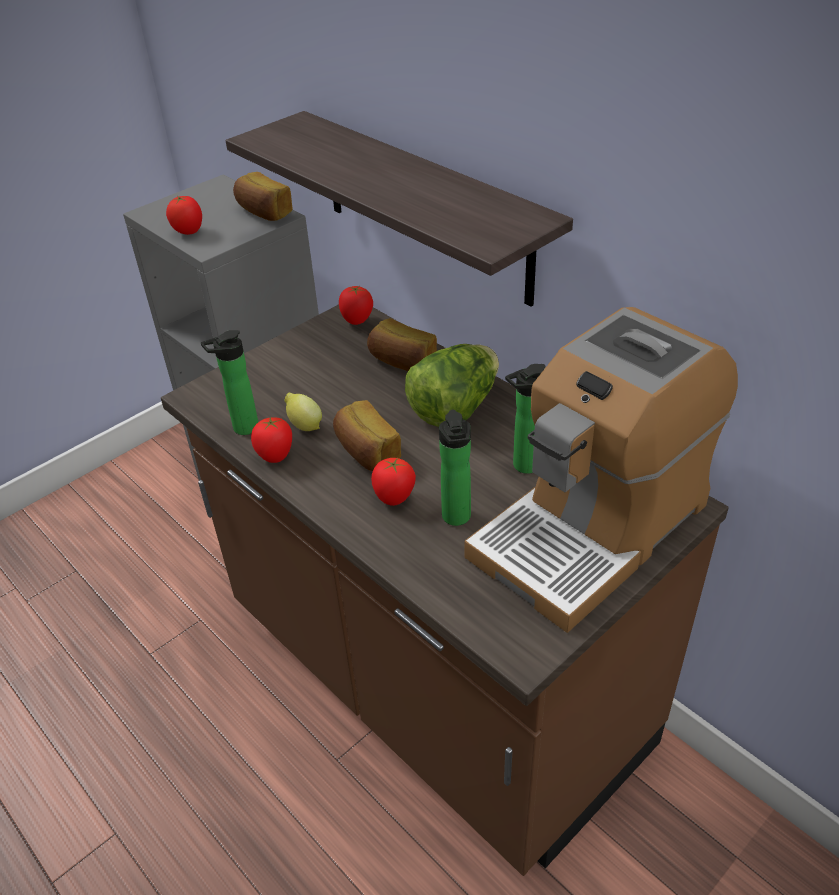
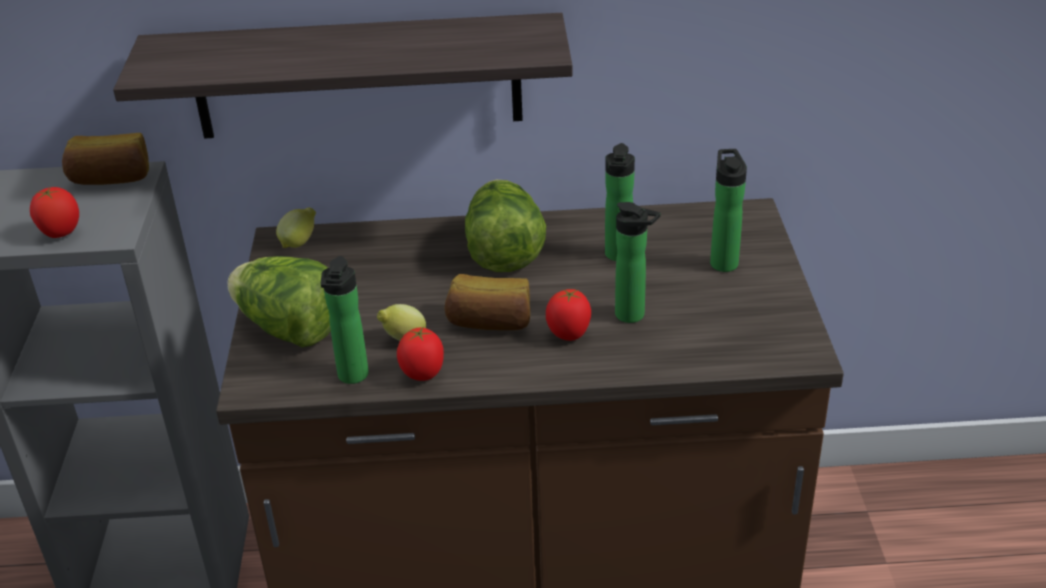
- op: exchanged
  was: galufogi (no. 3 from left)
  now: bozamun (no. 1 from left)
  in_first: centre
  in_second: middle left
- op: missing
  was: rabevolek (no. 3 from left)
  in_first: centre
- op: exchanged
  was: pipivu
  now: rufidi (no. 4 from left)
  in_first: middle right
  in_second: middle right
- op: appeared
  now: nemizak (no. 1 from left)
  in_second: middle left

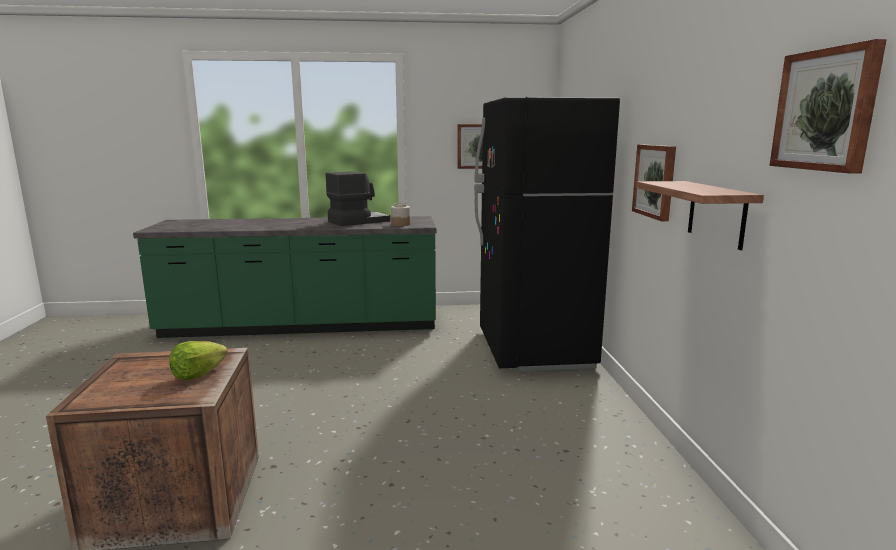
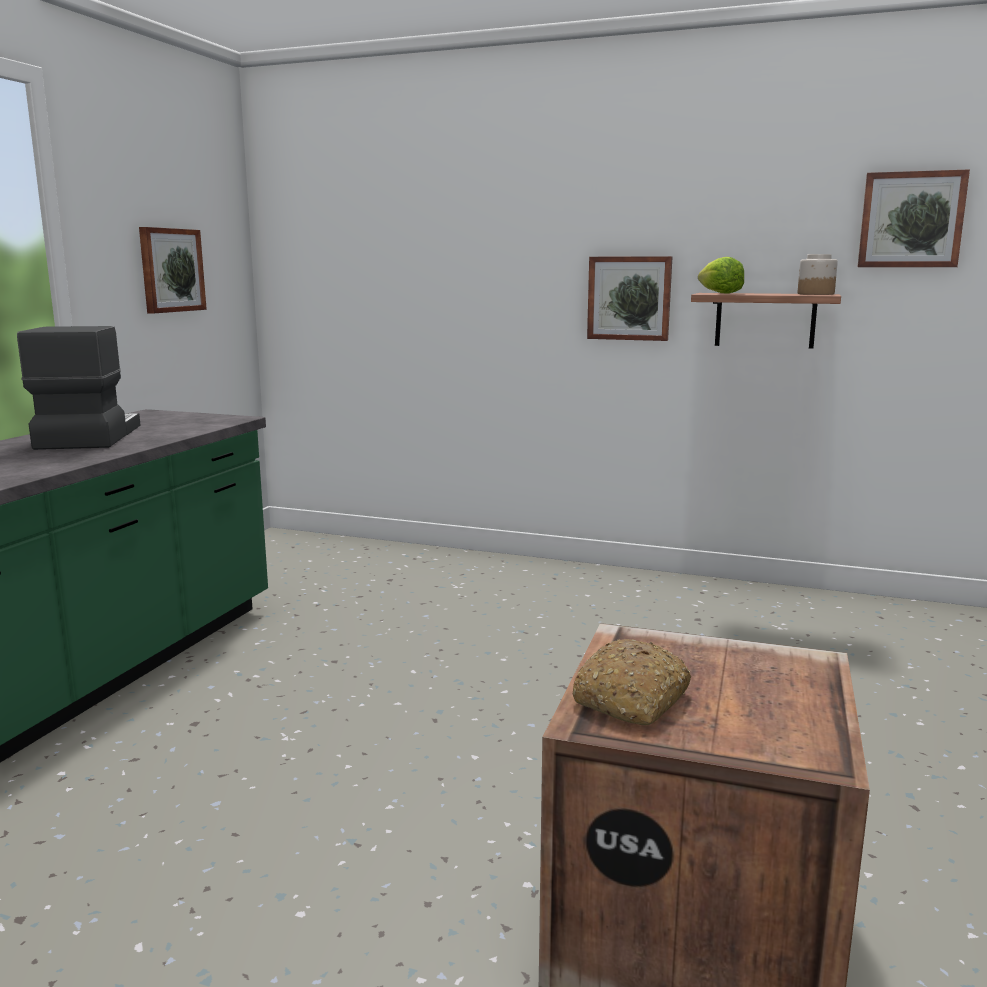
- op: relocated
  was: nemizak
  in_first: middle left
  in_second: top right
- op: relocated
  was: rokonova
  in_first: centre
  in_second: top right
- op: missing
  was: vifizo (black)
  in_first: centre
- op: appeared
  now: rabevolek
  in_second: bottom centre

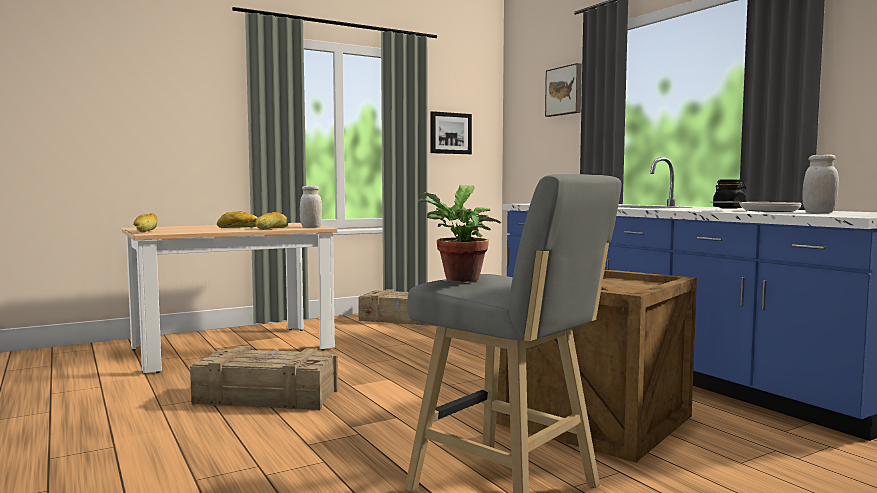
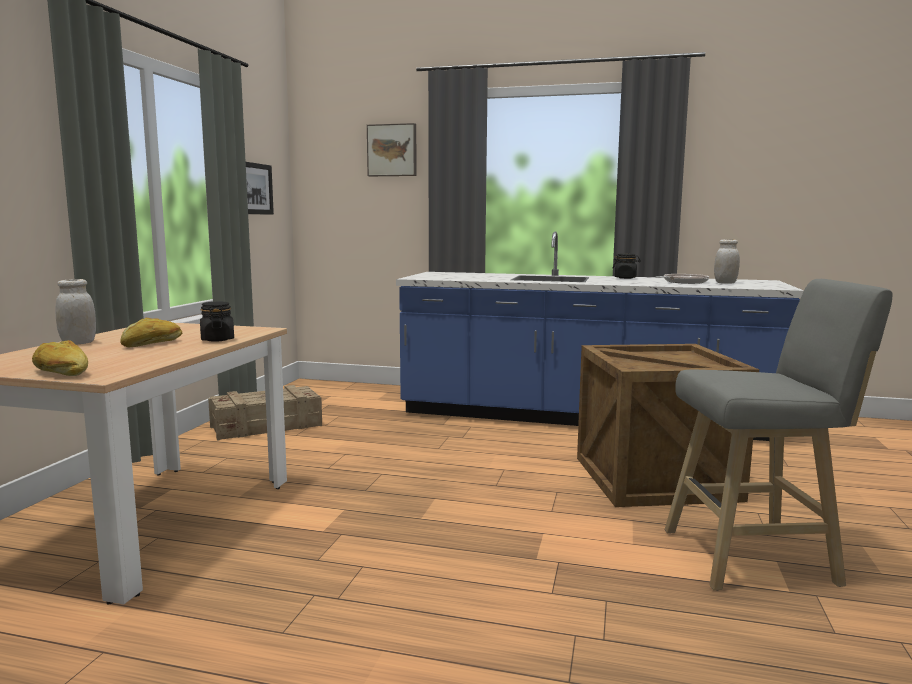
- op: missing
  was: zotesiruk (no. 1 from left)
  in_first: bottom left
- op: exchanged
  was: rabevolek (no. 3 from left)
  now: rokonova (black) (no. 1 from left)
  in_first: middle left
  in_second: middle left
- op: relocated
  was: rokonova (white) (no. 1 from left)
  in_first: centre
  in_second: middle left
- op: missing
  was: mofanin
  in_first: centre

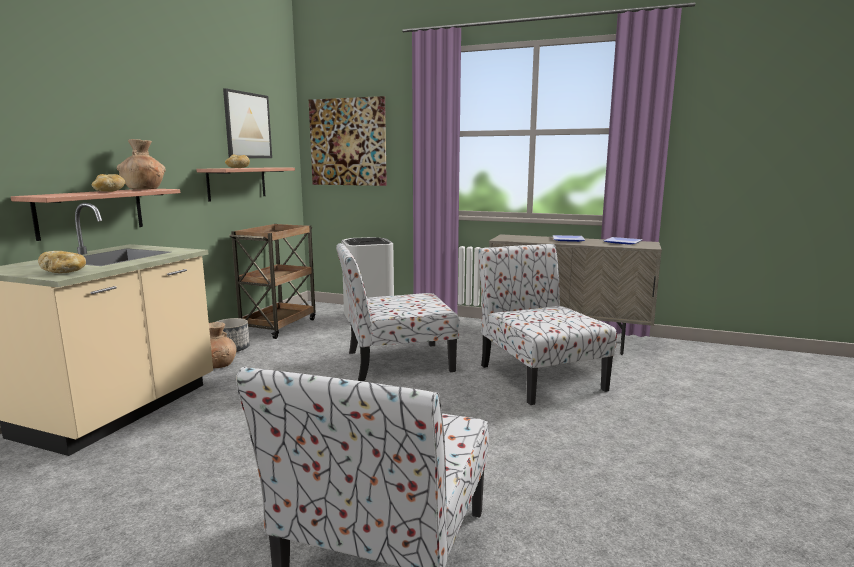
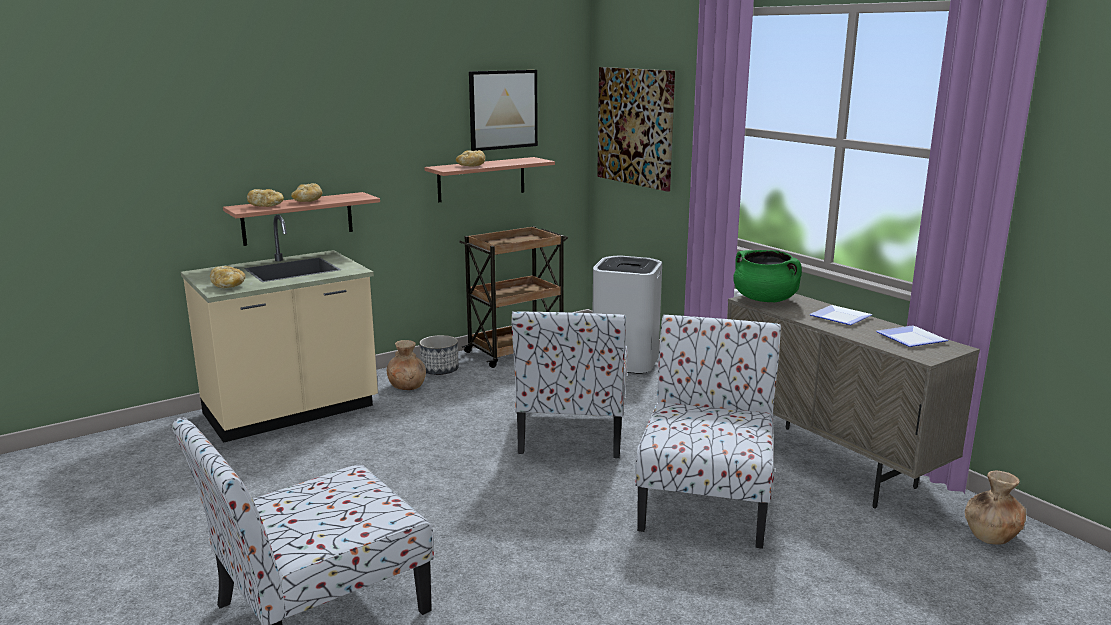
- op: relocated
  was: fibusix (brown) (no. 1 from left in the first image)
  now: fibusix (brown) (no. 2 from left)
  in_first: top left
  in_second: bottom right
- op: spun
  was: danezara (no. 2 from left)
  in_first: centre
  in_second: centre
  clockwise: -105
- op: appeared
  now: rabevolek (no. 2 from left)
  in_second: top left
- op: appeared
  now: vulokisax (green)
  in_second: middle right

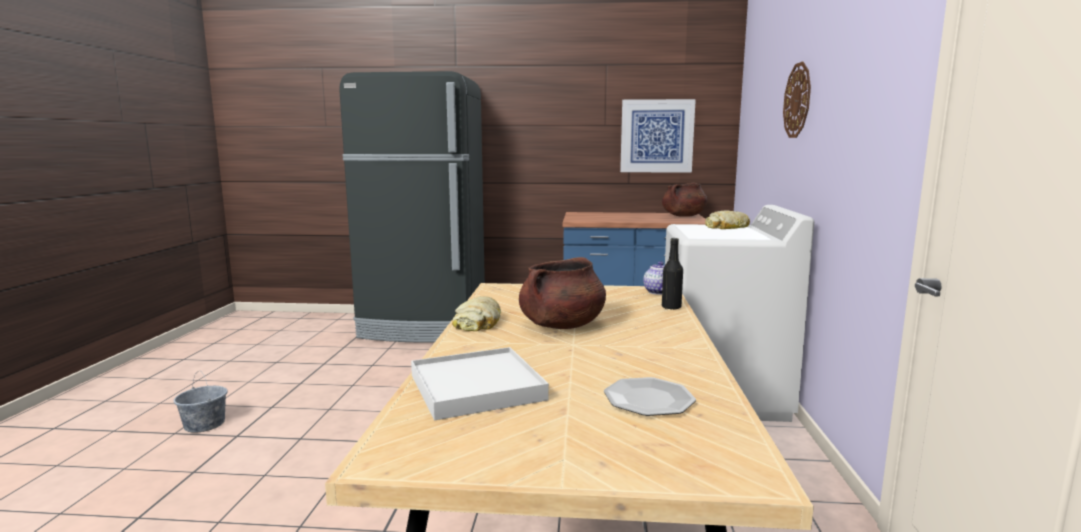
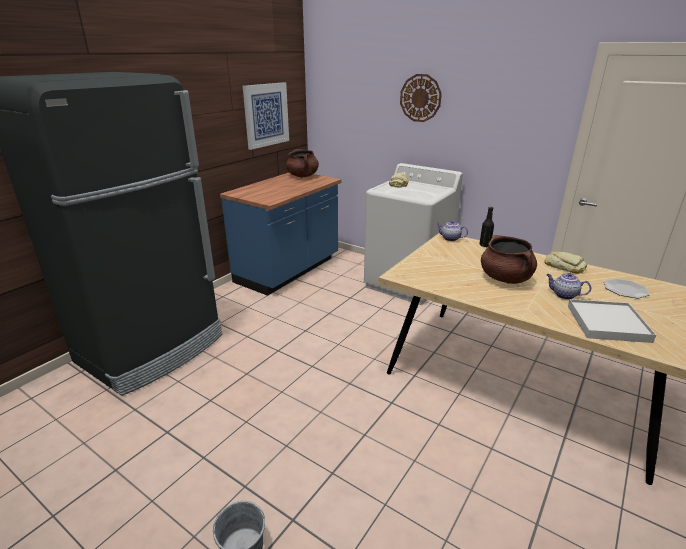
- op: relocated
  was: rabevolek (no. 1 from left in the first image)
  now: rabevolek (no. 2 from left)
  in_first: centre
  in_second: middle right
- op: appeared
  now: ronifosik (no. 2 from left)
  in_second: middle right

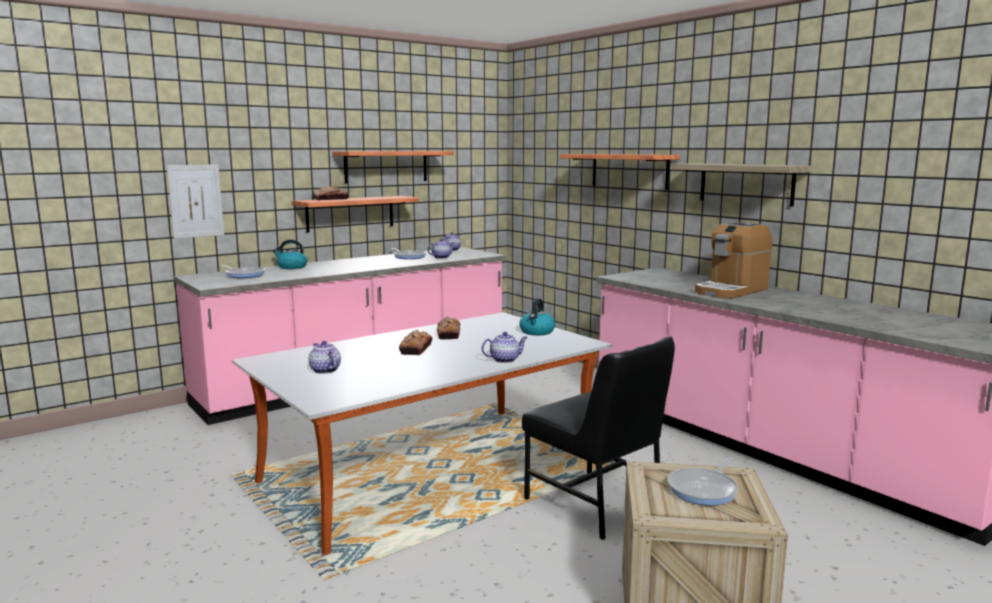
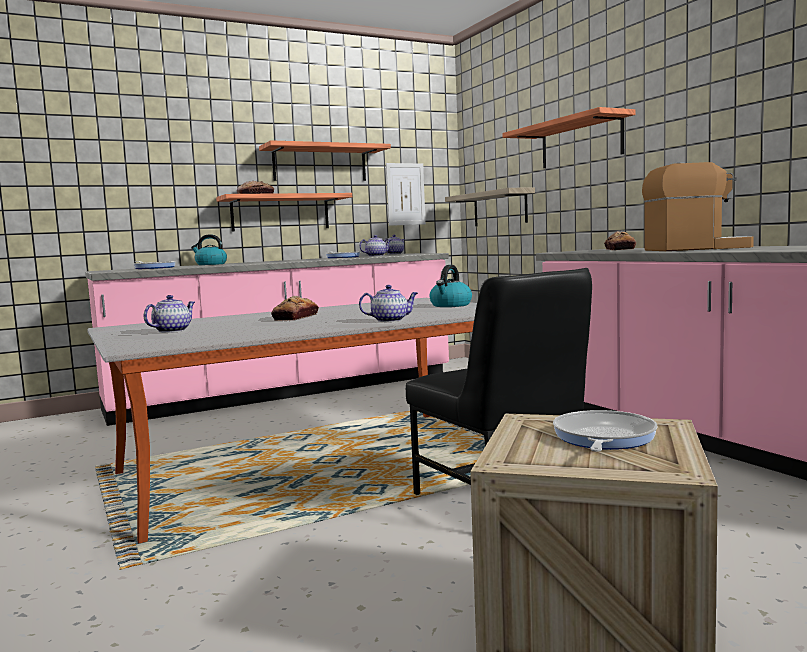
- op: relocated
  was: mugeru
  in_first: middle left
  in_second: top centre
- op: spun
  was: ronifosik (no. 1 from left)
  in_first: middle left
  in_second: middle left
  clockwise: 60
- op: relocated
  was: rabevolek (no. 3 from left)
  in_first: centre
  in_second: middle right
- op: spun
  was: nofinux (no. 3 from left)
  in_first: bottom right
  in_second: middle right
  clockwise: 150
- op: relocated
  was: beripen (no. 4 from left in the first image)
  now: beripen (no. 3 from left)
  in_first: top right
  in_second: top centre
- op: spun
  was: pipivu
  in_first: middle right
  in_second: top right
  clockwise: -150

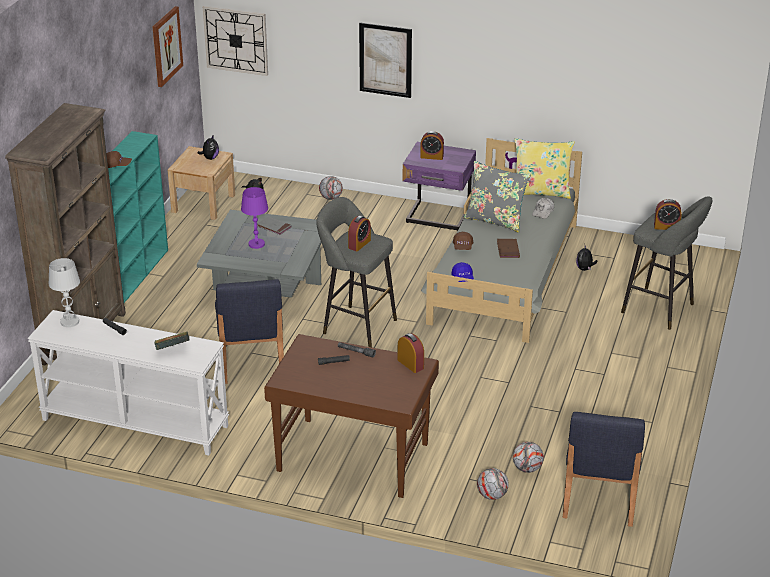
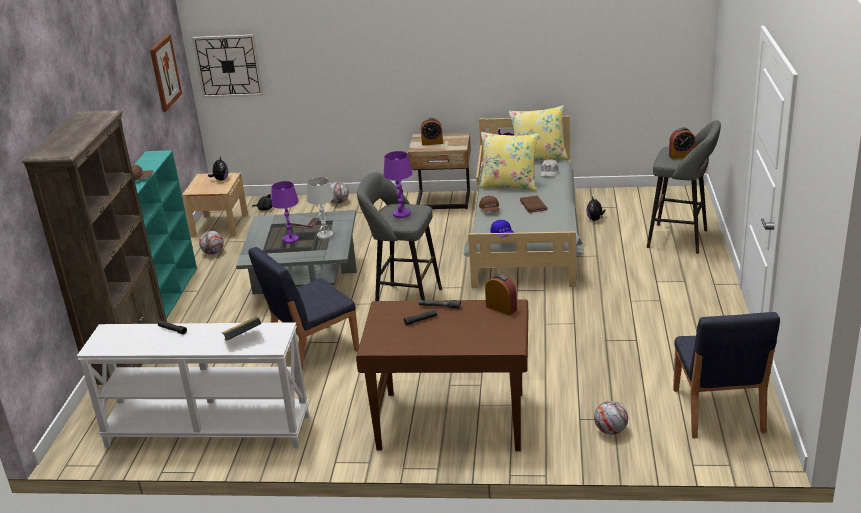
- op: relocated
  was: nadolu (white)
  in_first: middle left
  in_second: centre
- op: spun
  was: danezara (blue) (no. 1 from left)
  in_first: middle left
  in_second: centre
  clockwise: 75
- op: exchanged
  was: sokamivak (no. 1 from left)
  now: nadolu (purple) (no. 2 from left)
  in_first: centre
  in_second: centre
- op: missing
  was: mugeru (no. 2 from left)
  in_first: top centre
- op: colour
  was: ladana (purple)
  now: ladana (beige) (no. 2 from left)
  in_first: top centre
  in_second: centre
- op: colour
  was: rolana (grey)
  now: rolana (yellow) (no. 1 from left)
  in_first: centre
  in_second: top centre
- op: relocated
  was: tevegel (no. 3 from left in the first image)
  now: tevegel (no. 1 from left)
  in_first: bottom right
  in_second: middle left

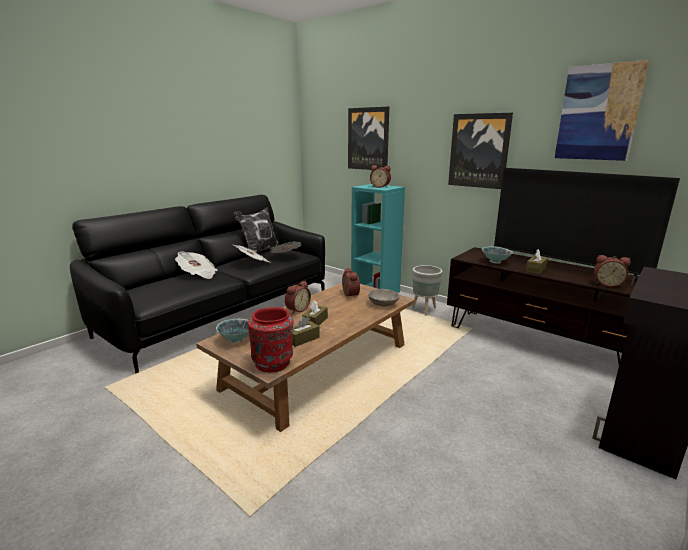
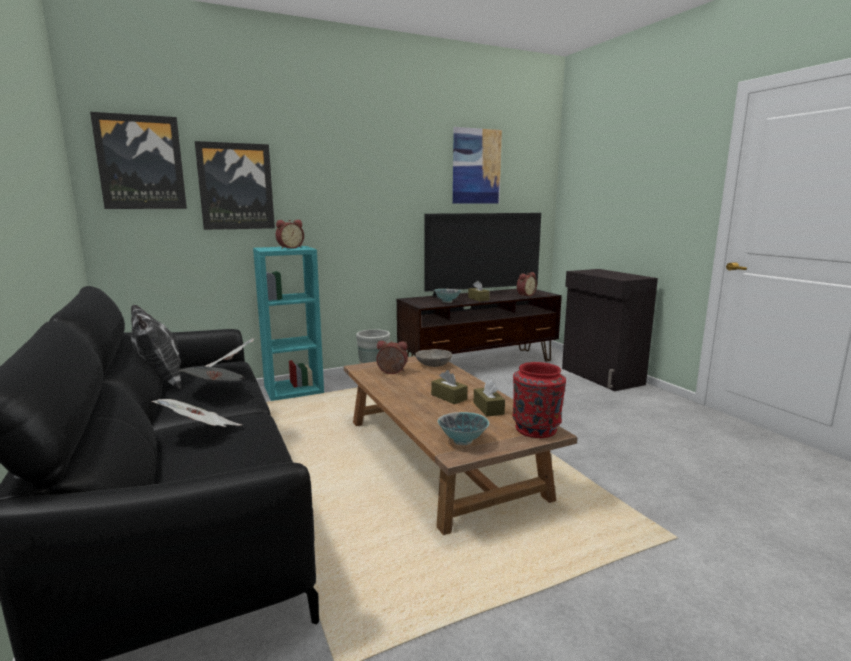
- op: missing
  was: sokamivak (no. 1 from left)
  in_first: centre
- op: relocated
  was: mugeru (no. 2 from left in the first image)
  now: mugeru (no. 1 from left)
  in_first: top right
  in_second: top left

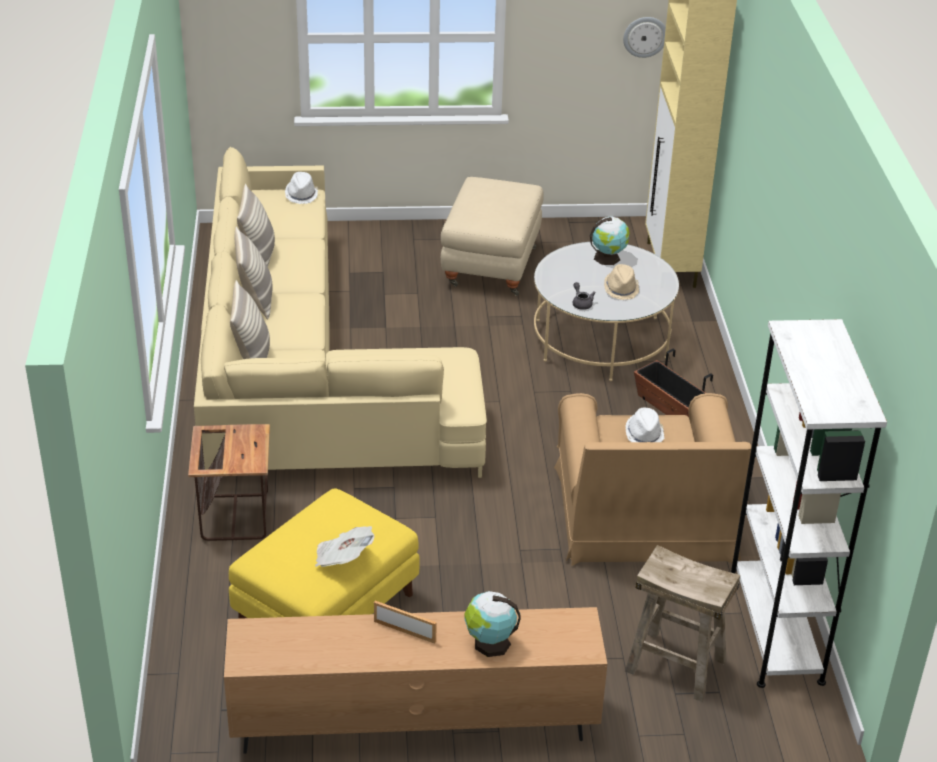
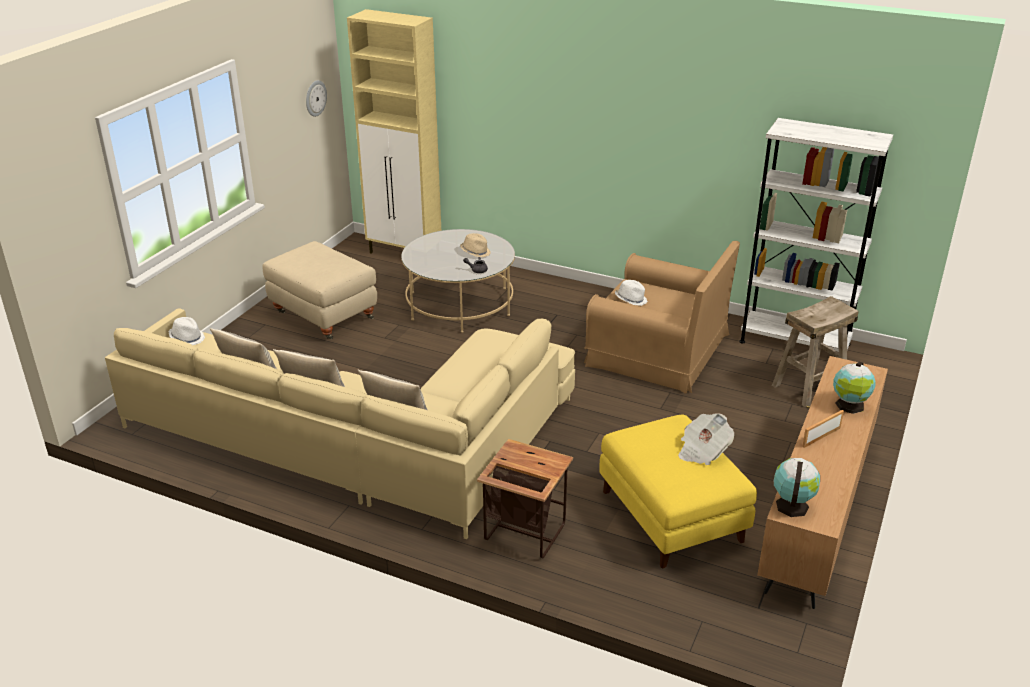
- op: relocated
  was: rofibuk (no. 2 from left in the first image)
  now: rofibuk (no. 1 from left)
  in_first: top centre
  in_second: bottom right
- op: missing
  was: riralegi
  in_first: middle right

